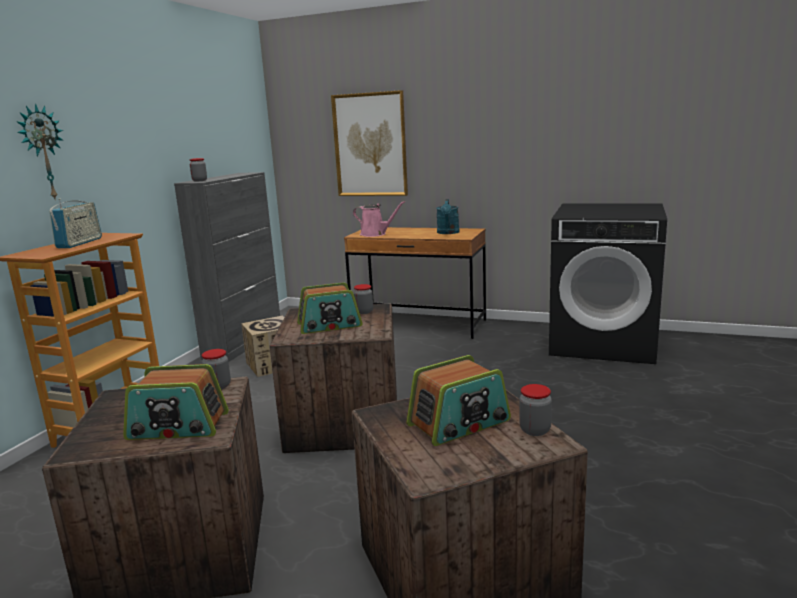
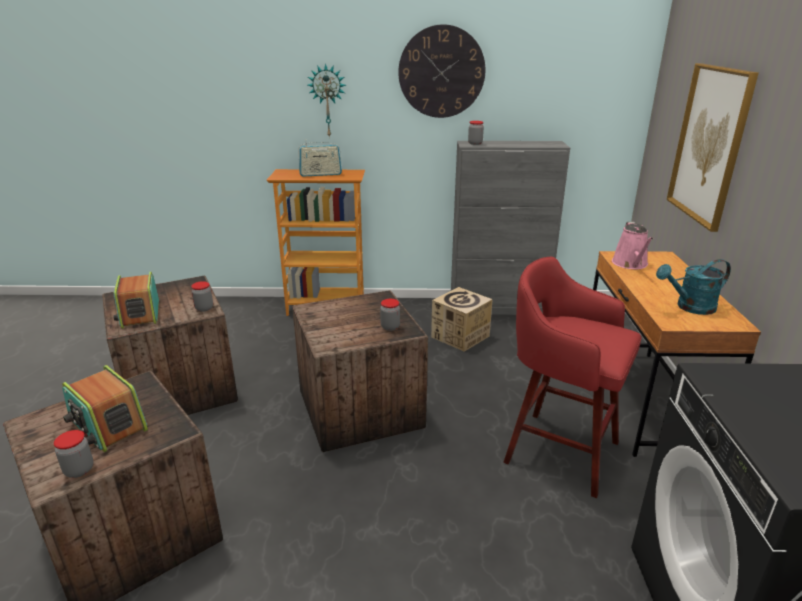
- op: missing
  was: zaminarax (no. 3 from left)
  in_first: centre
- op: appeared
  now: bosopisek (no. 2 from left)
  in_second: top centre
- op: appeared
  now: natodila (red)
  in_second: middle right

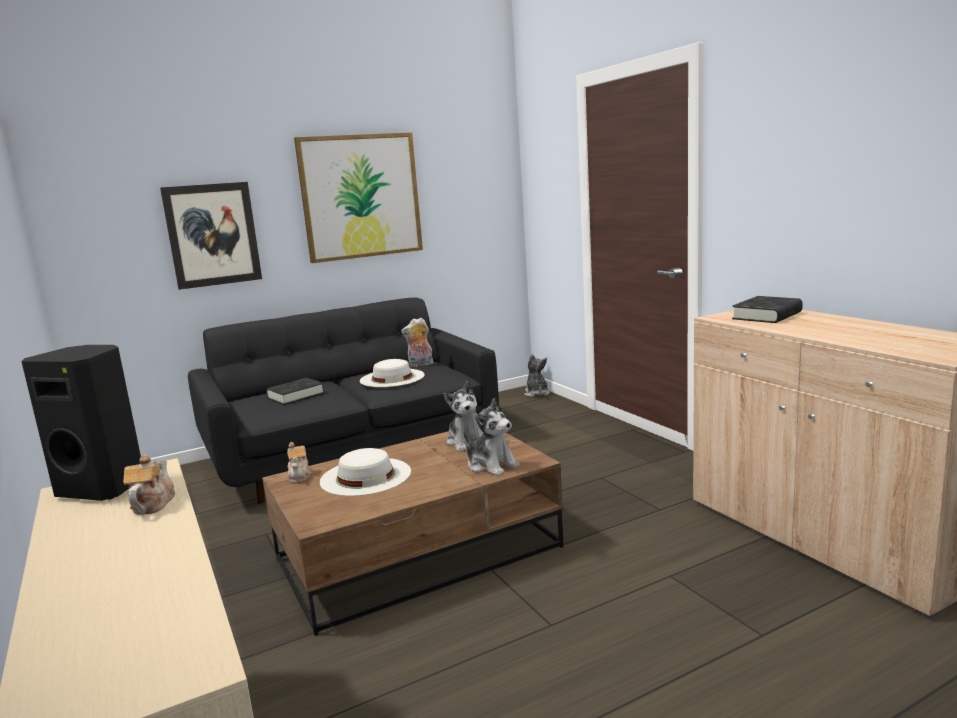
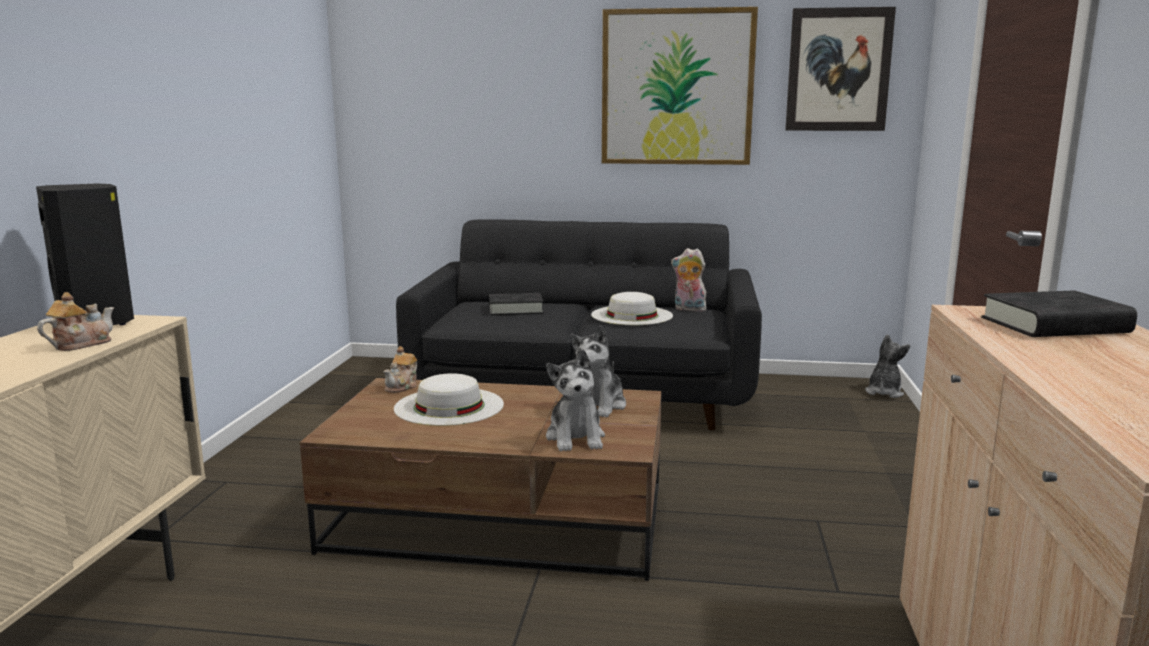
- op: relocated
  was: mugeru (no. 1 from left in the first image)
  now: mugeru (no. 2 from left)
  in_first: top left
  in_second: top right

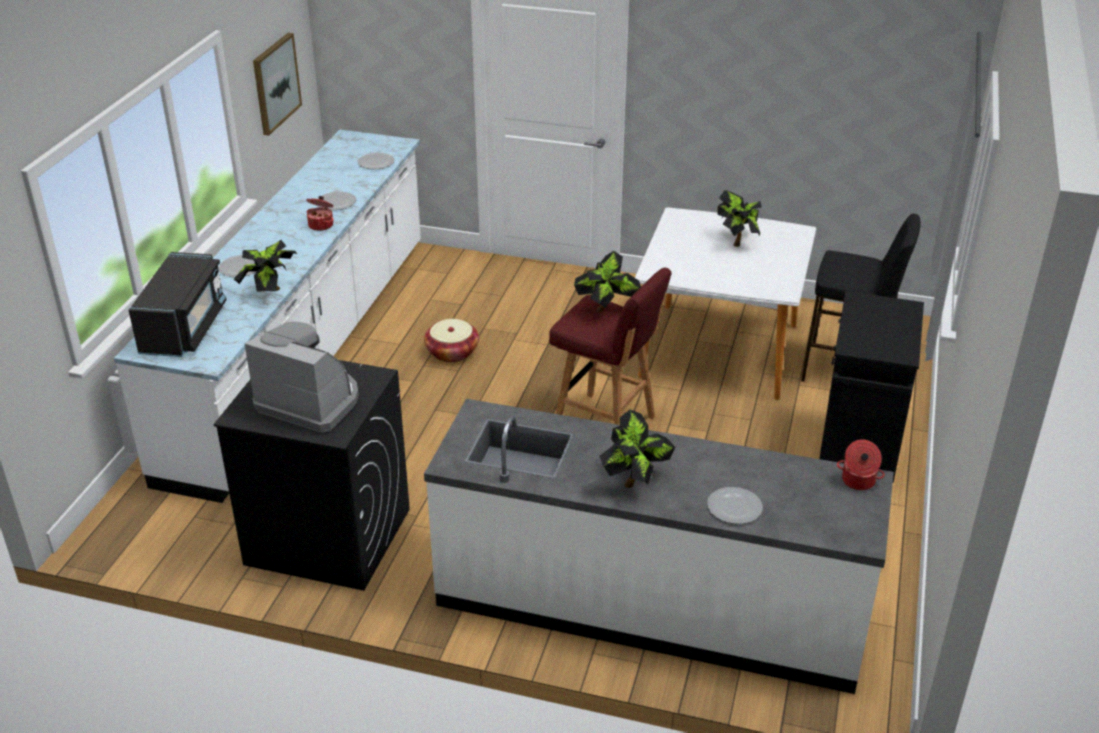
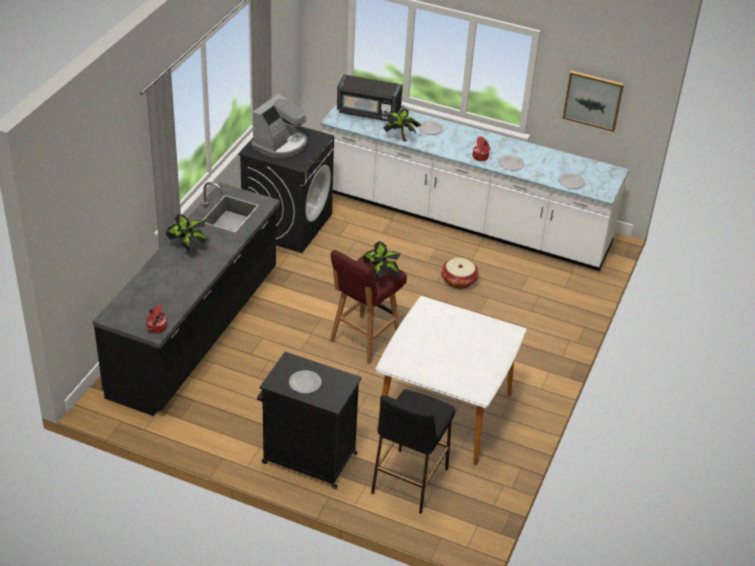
- op: colour
  was: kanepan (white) (no. 2 from left)
  now: kanepan (black)
  in_first: bottom centre
  in_second: middle left
- op: relocated
  was: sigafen (no. 4 from left in the first image)
  now: sigafen (no. 1 from left)
  in_first: bottom right
  in_second: bottom centre
- op: missing
  was: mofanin (no. 4 from left)
  in_first: top right

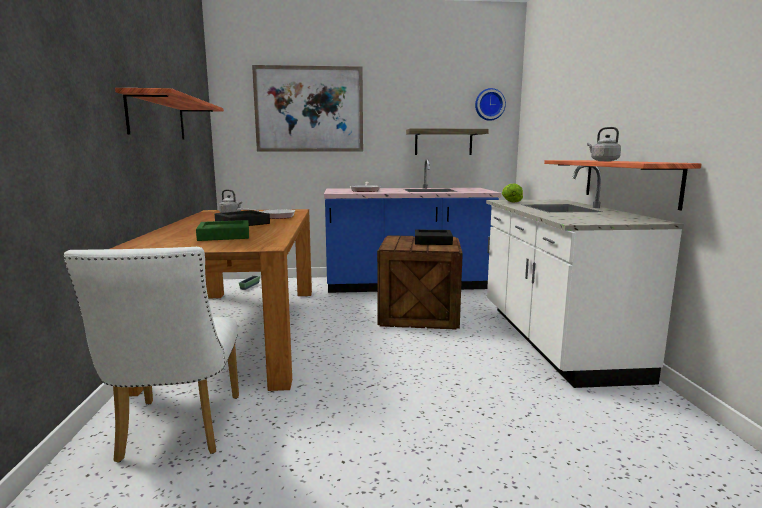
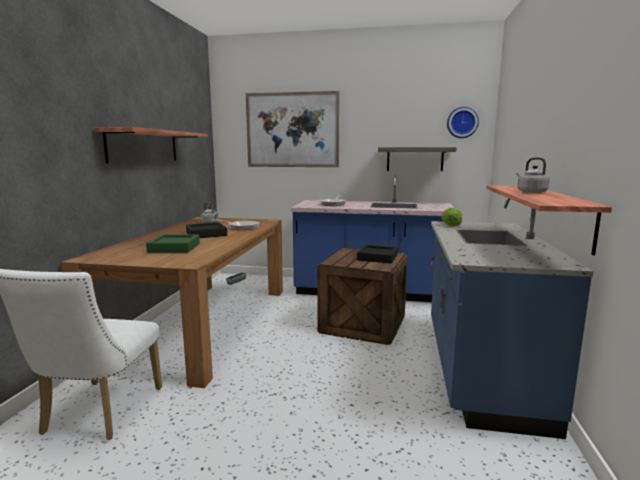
- op: colour
  was: kanepan (white)
  now: kanepan (blue) (no. 2 from left)
  in_first: middle right
  in_second: middle right

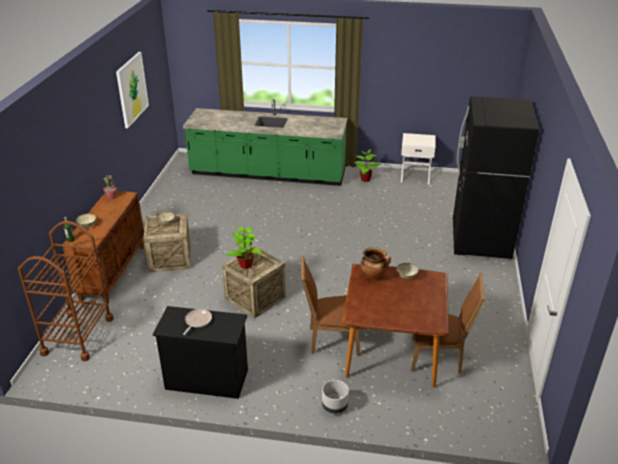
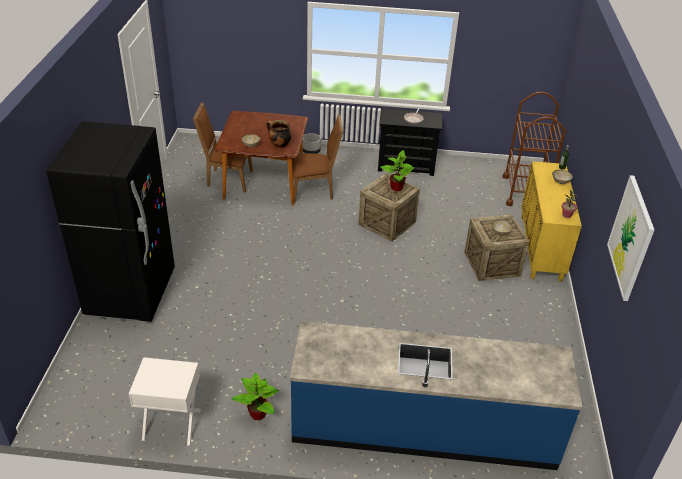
- op: colour
  was: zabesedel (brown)
  now: zabesedel (yellow)
  in_first: middle left
  in_second: middle right
- op: colour
  was: kanepan (green)
  now: kanepan (blue)
  in_first: top centre
  in_second: bottom centre

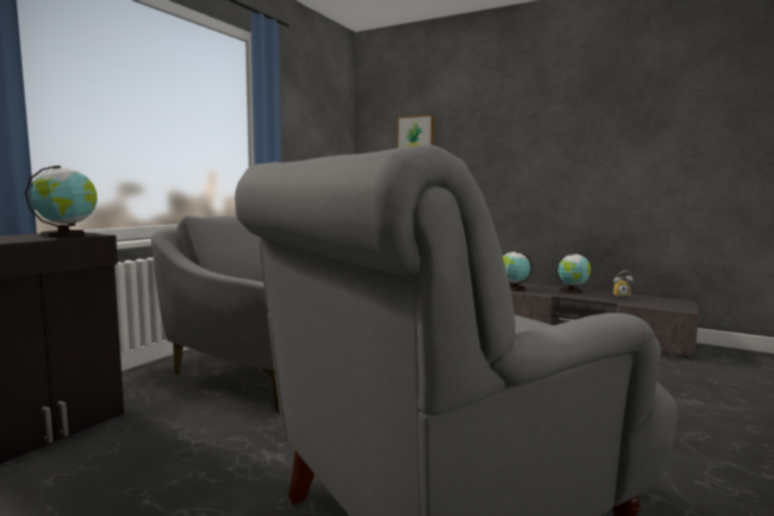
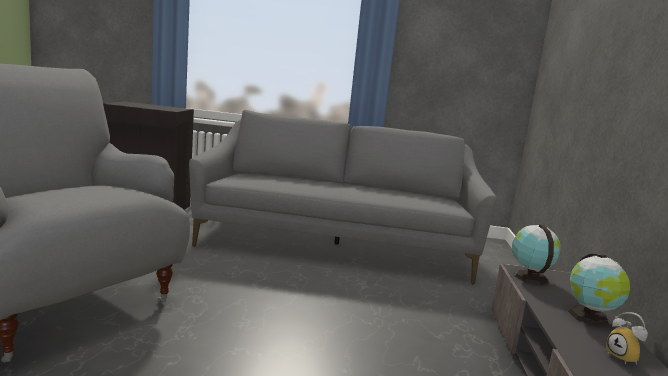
- op: missing
  was: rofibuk (no. 1 from left)
  in_first: middle left
- op: missing
  was: mugeru
  in_first: top centre

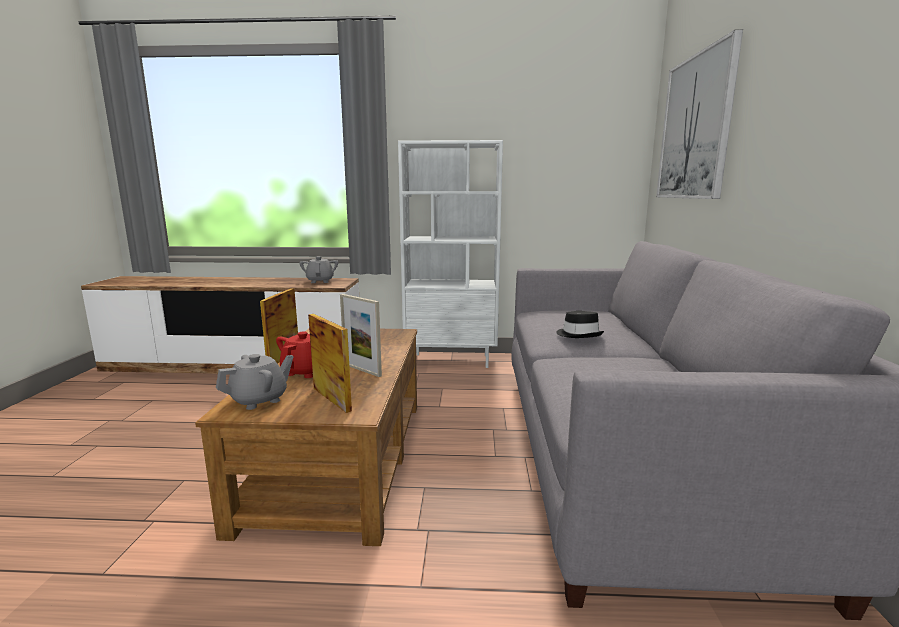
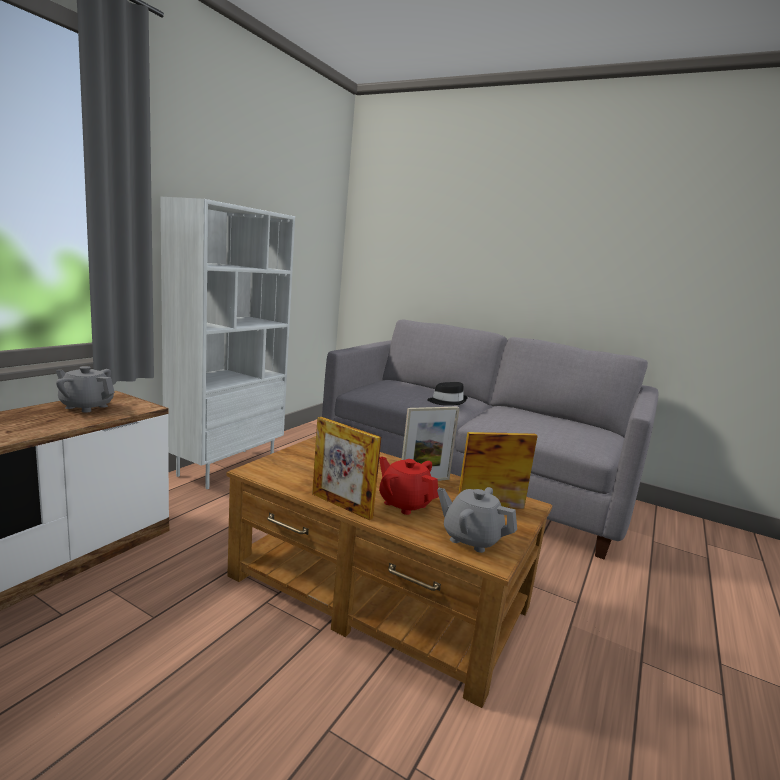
- op: spun
  was: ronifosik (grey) (no. 1 from left in the first image)
  in_first: middle left
  in_second: bottom centre
  clockwise: -45
- op: missing
  was: mugeru
  in_first: top right

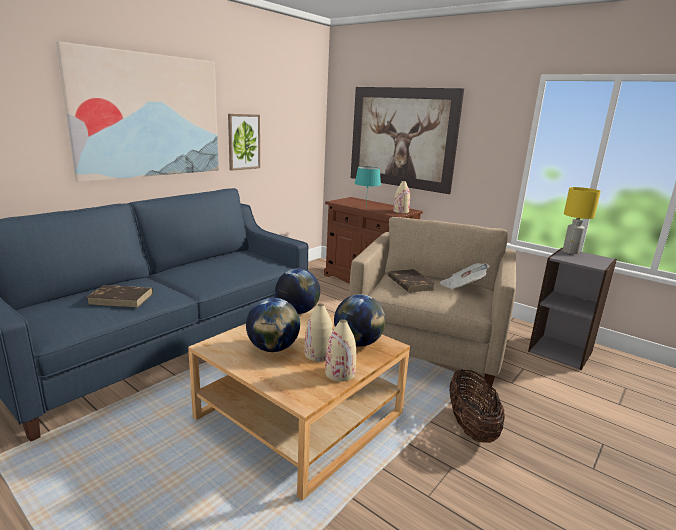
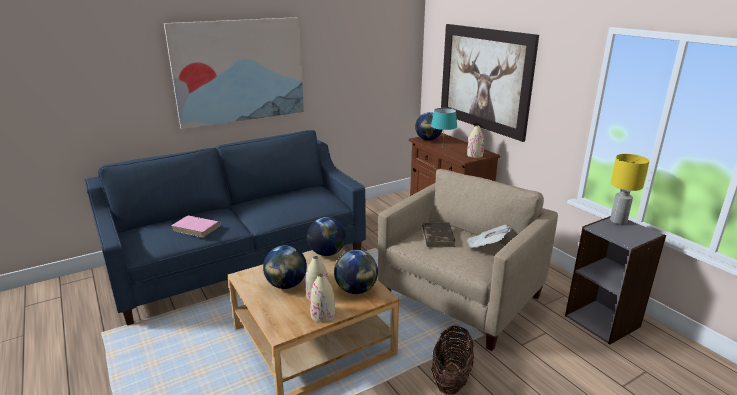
- op: colour
  was: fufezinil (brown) (no. 1 from left)
  now: fufezinil (pink)
  in_first: middle left
  in_second: middle left
- op: missing
  was: mugeru (no. 2 from left)
  in_first: top centre
- op: appeared
  now: rofibuk (no. 4 from left)
  in_second: top centre

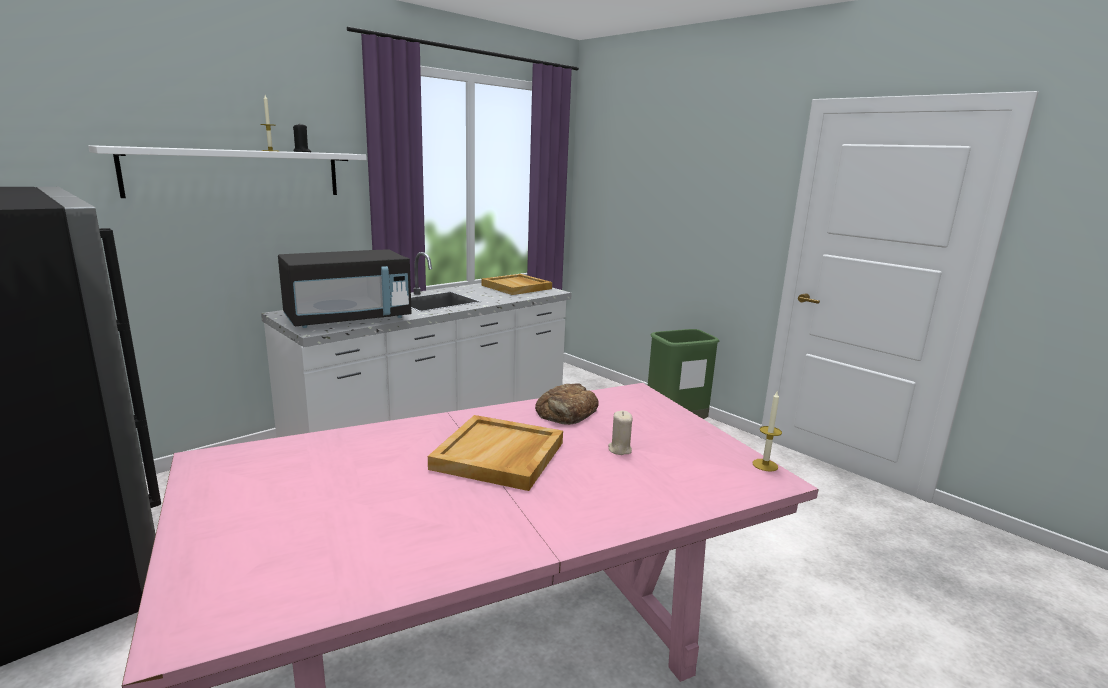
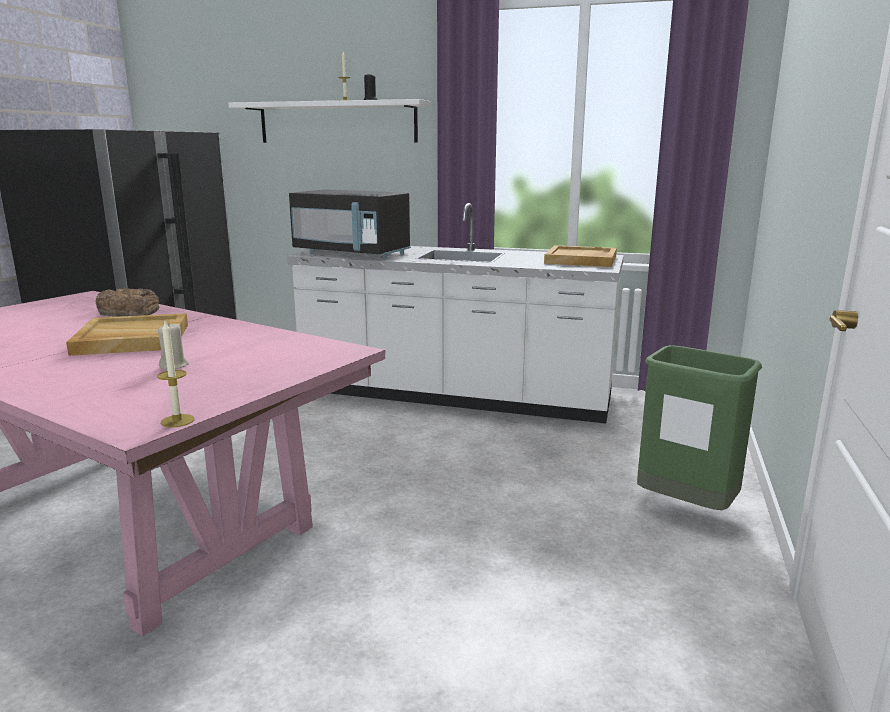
- op: relocated
  was: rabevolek
  in_first: centre
  in_second: middle left

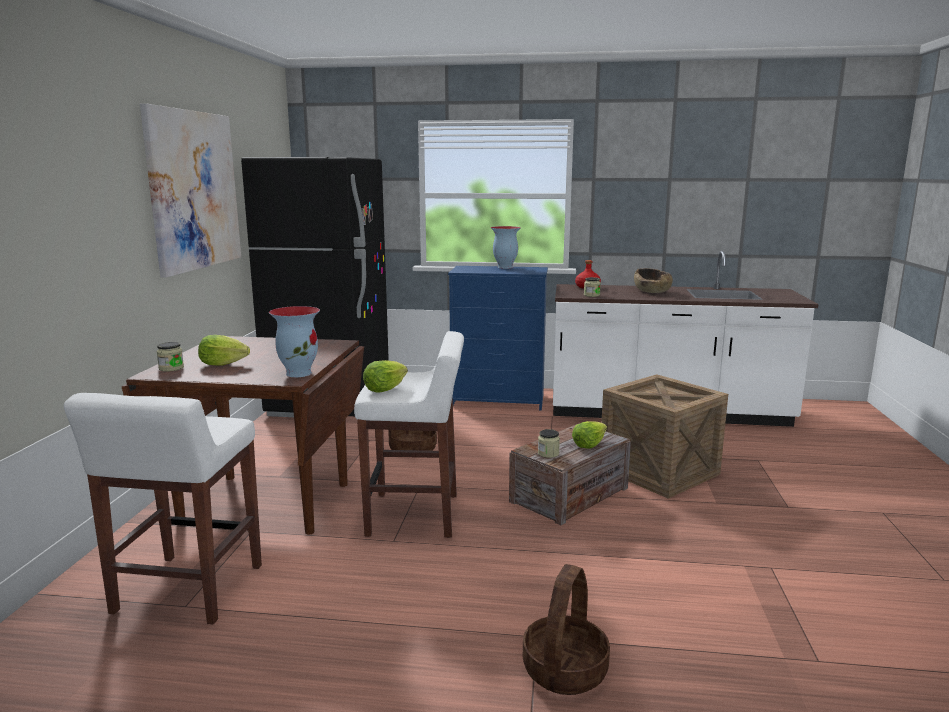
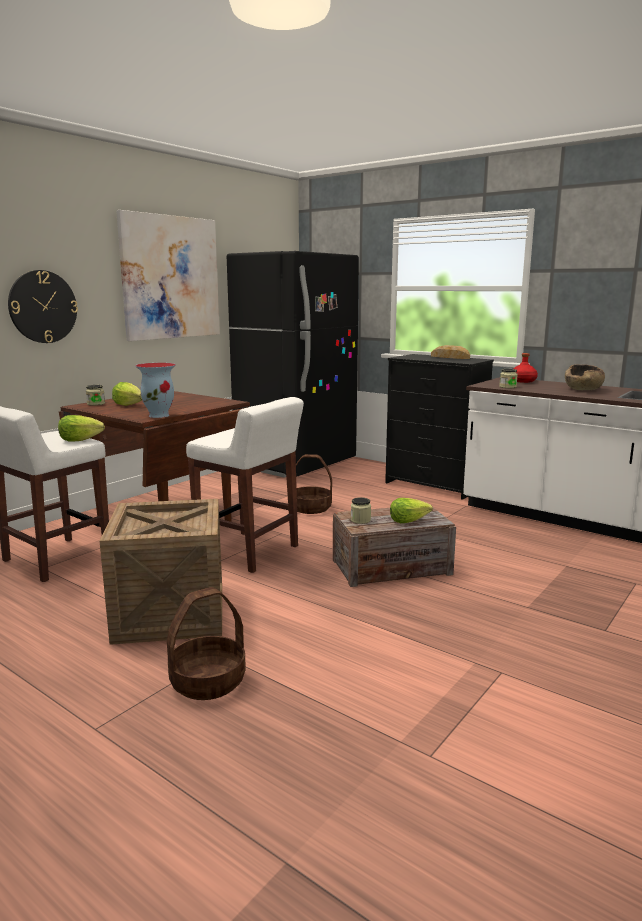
- op: relocated
  was: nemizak (no. 2 from left in the first image)
  now: nemizak (no. 1 from left)
  in_first: centre
  in_second: middle left
- op: colour
  was: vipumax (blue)
  now: vipumax (black)
  in_first: centre
  in_second: middle right
- op: exchanged
  was: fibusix (no. 2 from left)
  now: rabevolek
  in_first: centre
  in_second: middle right
- op: relocated
  was: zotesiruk (no. 2 from left in the first image)
  now: zotesiruk (no. 1 from left)
  in_first: middle right
  in_second: middle left
- op: appeared
  now: bosopisek
  in_second: top left

